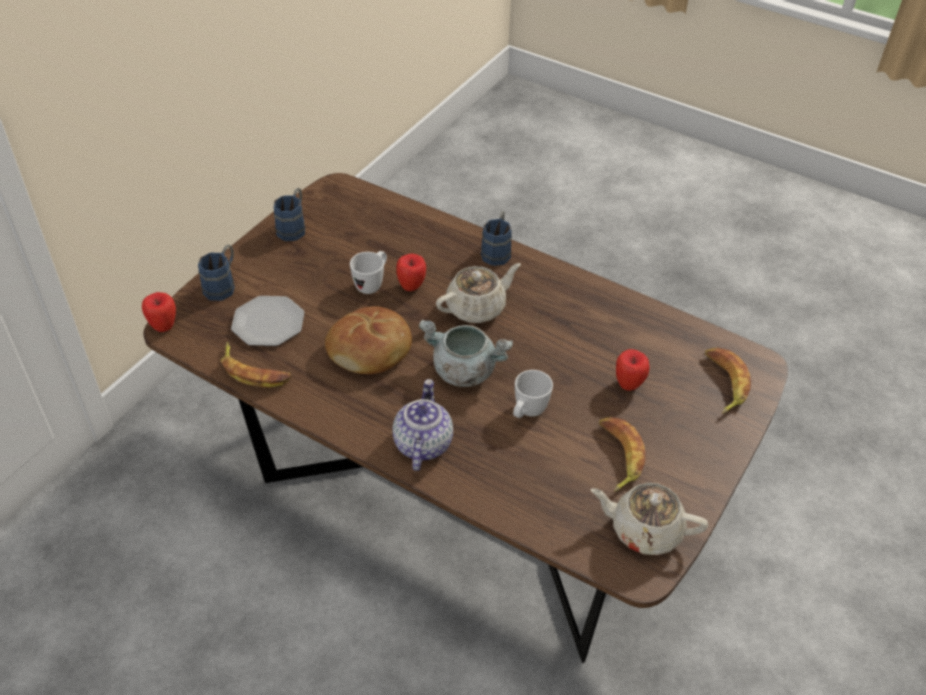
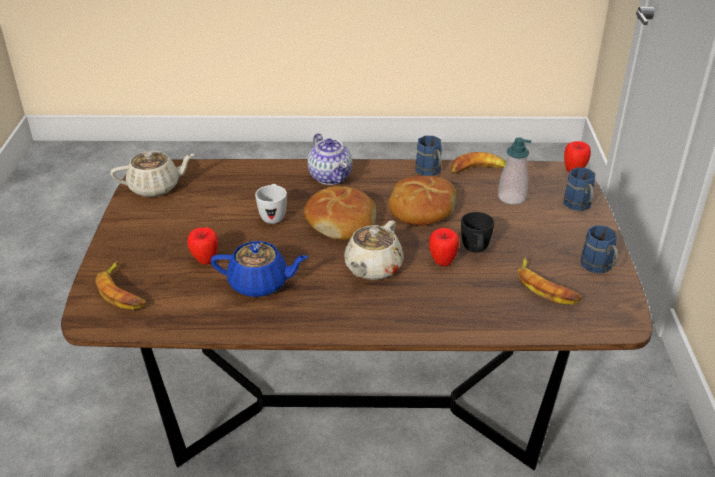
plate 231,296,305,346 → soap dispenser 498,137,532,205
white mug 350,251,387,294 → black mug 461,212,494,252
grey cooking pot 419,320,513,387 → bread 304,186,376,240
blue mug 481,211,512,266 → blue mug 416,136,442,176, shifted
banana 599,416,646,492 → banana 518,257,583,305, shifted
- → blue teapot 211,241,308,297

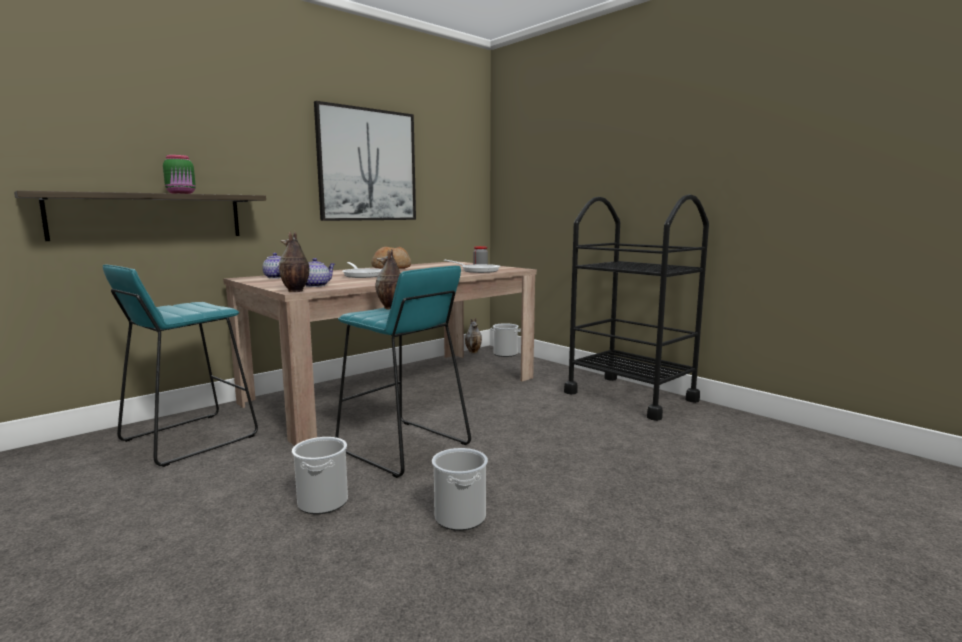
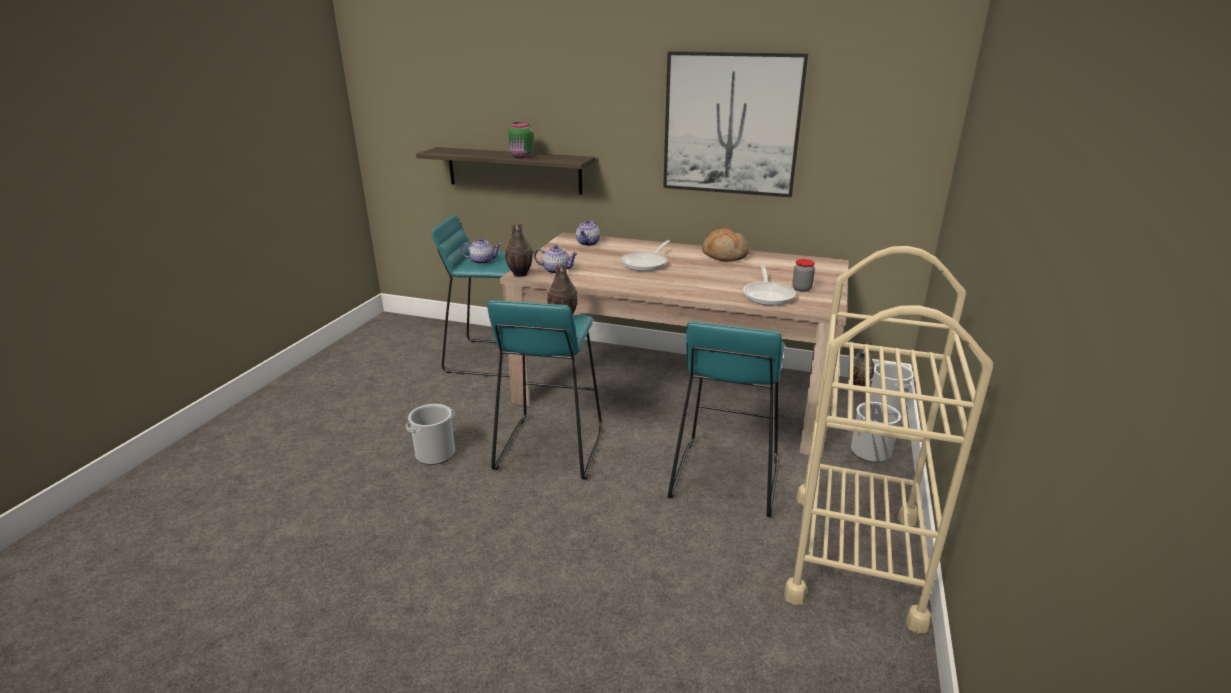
bucket 432,448,488,531 → bucket 851,402,901,463, shifted
black cart 564,194,709,421 → beige cart 784,246,993,634
- → teapot 460,238,501,264
- → turquoise stool 668,321,785,517

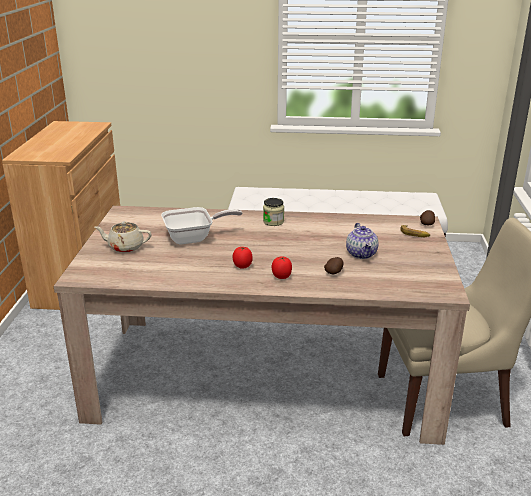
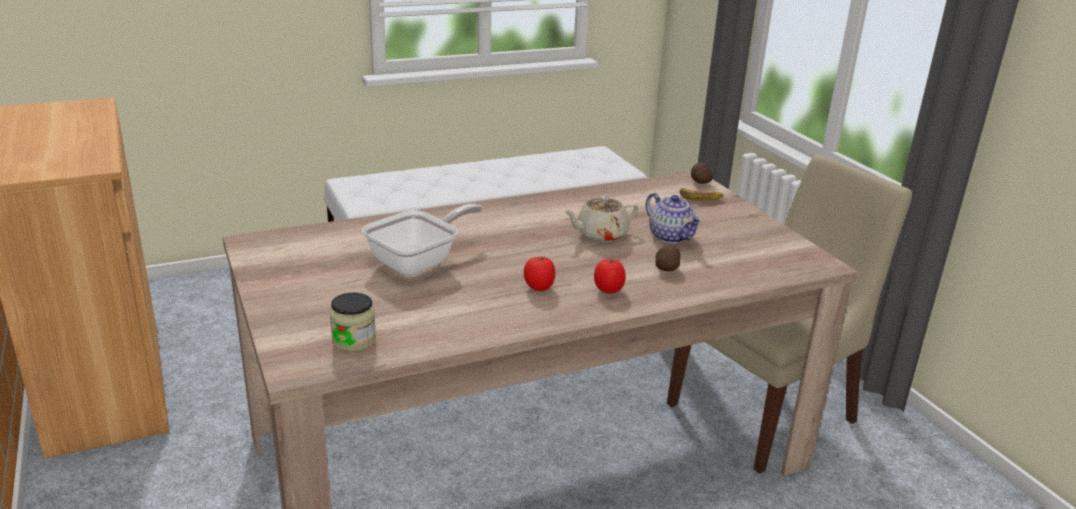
beige teapot 95,221,151,253 → beige teapot 563,196,639,242, shifted
jar 263,198,284,226 → jar 330,292,376,352, shifted

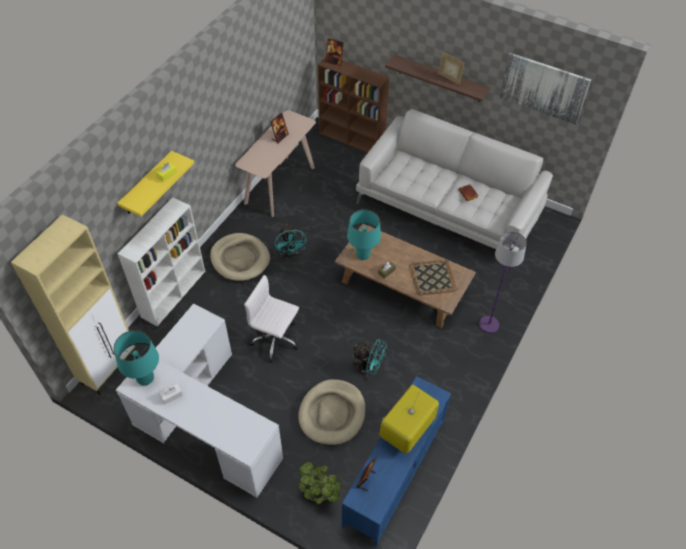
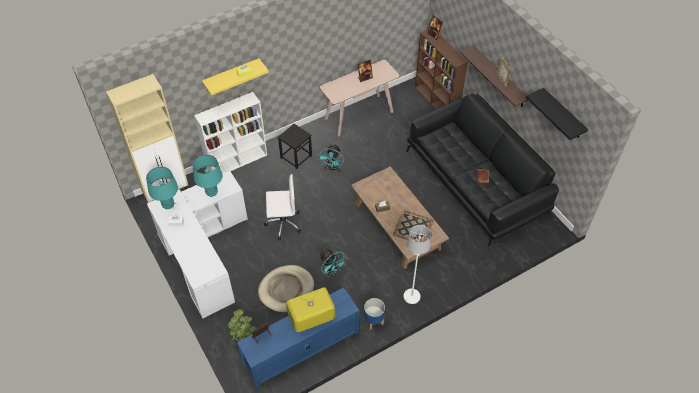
beige dog bed 210,233,270,281 → black stool 278,124,312,169
white office chair 244,275,299,362 → white office chair 264,174,301,240, 120 degrees clockwise
turquoise table lamp 347,209,381,260 → turquoise table lamp 192,155,223,197, shifted
white sofa 356,109,553,251 → black sofa 406,94,559,246
purple floor lamp 479,232,527,333 → -
picture 500,53,591,125 → black shelf 526,88,588,140
- → planter 364,298,385,330
- → white floor lamp 403,225,431,304

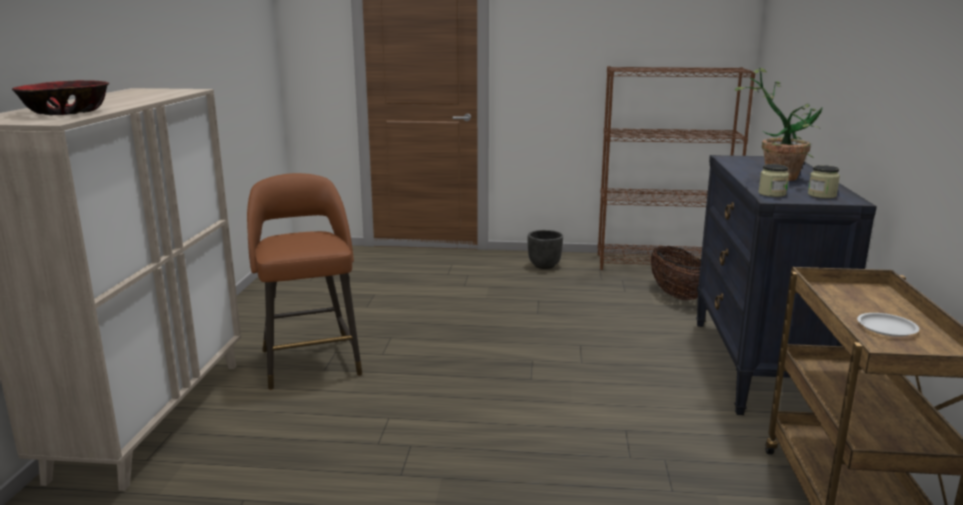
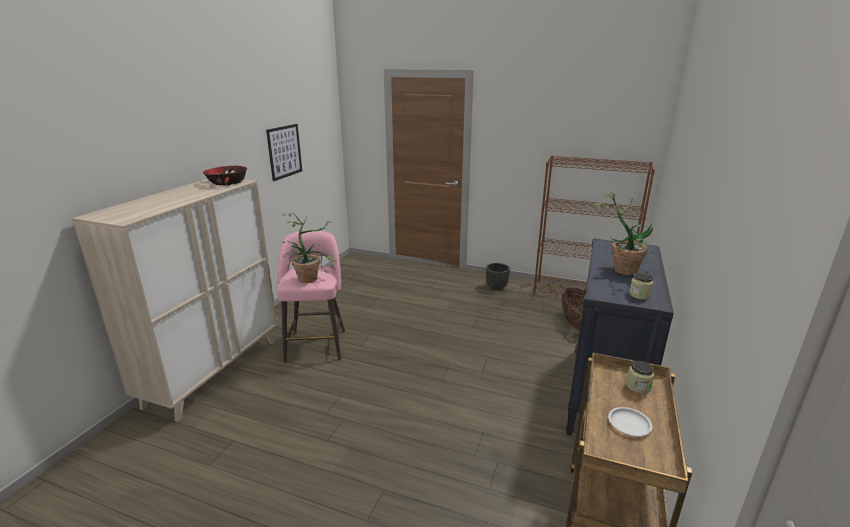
bowl 12,80,109,115 → bowl 203,166,247,186, shifted
brown stool 247,173,362,390 → pink stool 277,230,345,363
jar 758,164,789,197 → jar 626,361,654,394, shifted
- → picture 266,124,302,181
- → potted plant 282,213,336,283

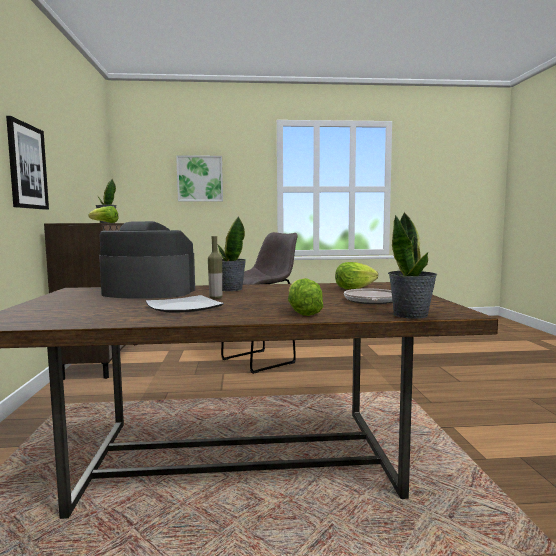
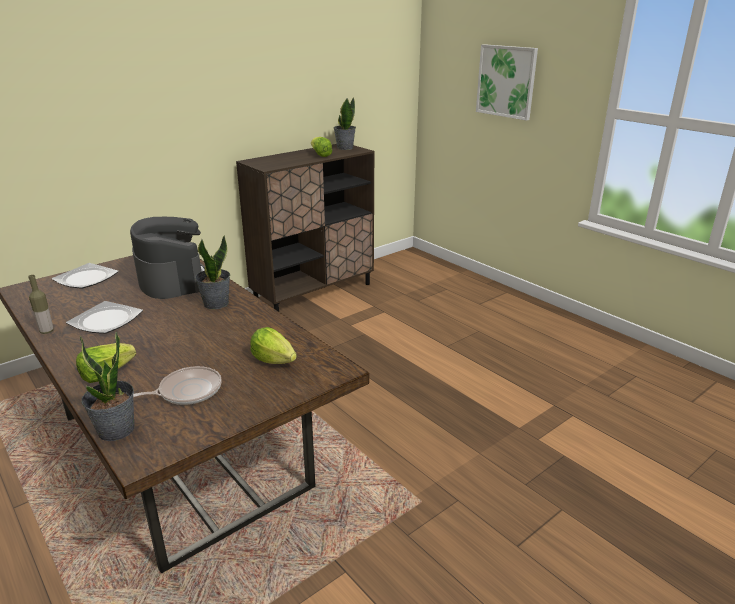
picture 6,116,49,210 → -
bottle 208,236,222,299 → bottle 28,275,54,334, shifted
grey stool 221,232,298,374 → -
- → plate 51,263,119,289

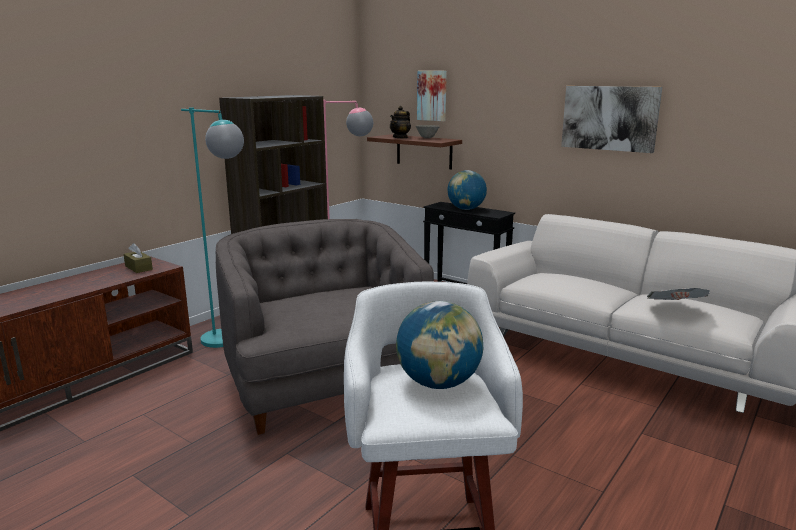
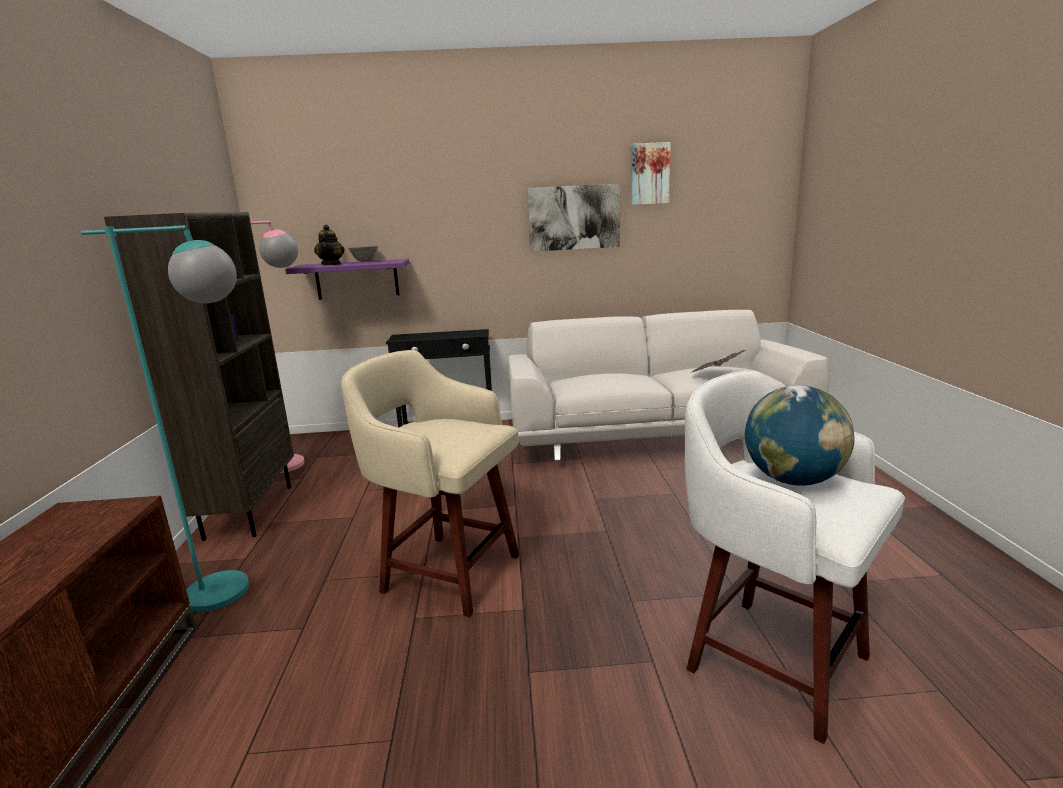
brown tissue box 124,243,153,273 → -
grey armchair 216,219,434,435 → beige stool 341,350,520,617
brown shelf 367,134,462,169 → purple shelf 285,259,409,300
picture 417,71,447,121 → picture 631,142,671,205, shifted
globe 447,170,487,210 → -

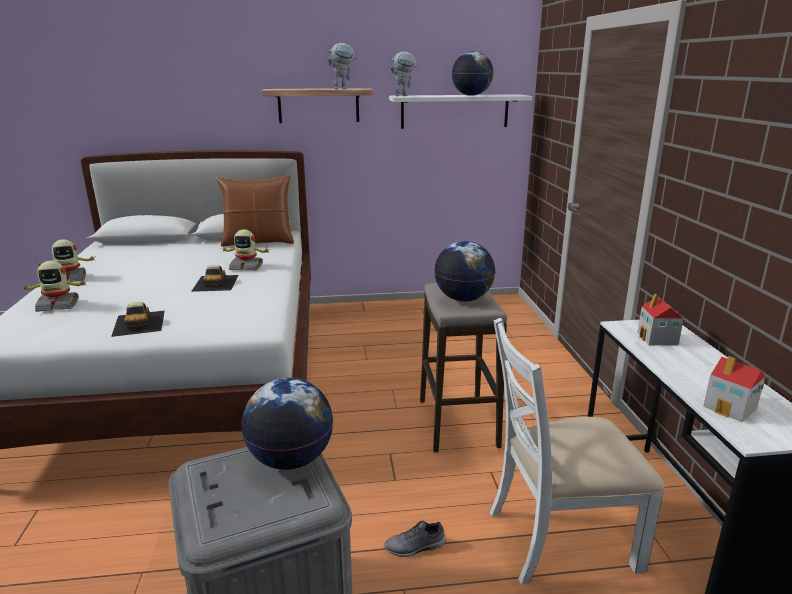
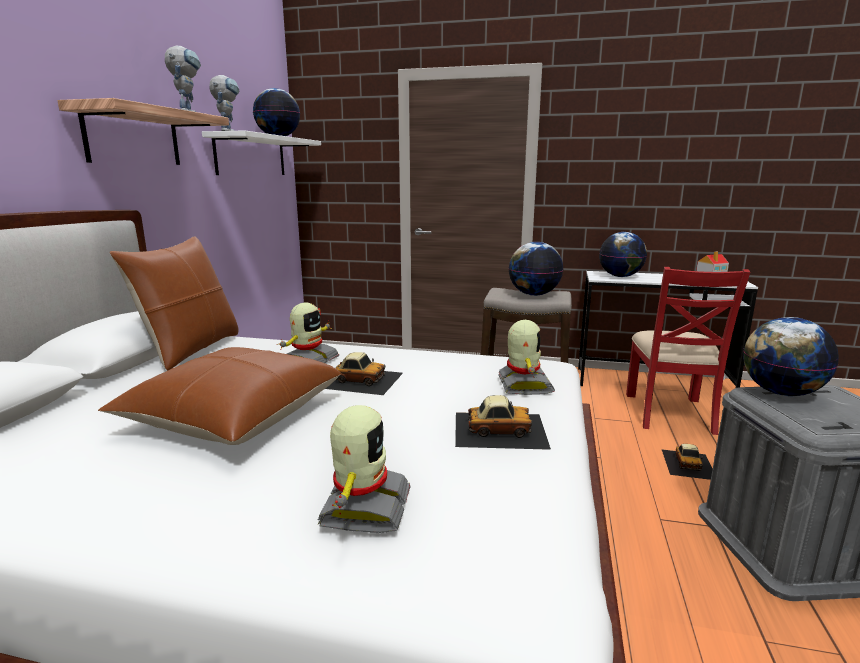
toy robot 34,239,95,282 → toy robot 498,320,555,395, shifted
grey shoe 384,521,446,557 → toy car 661,444,713,480
white chair 490,318,665,585 → red chair 626,267,750,435
toy house 637,293,684,345 → globe 599,232,647,277
- → brown pillow 98,347,341,445

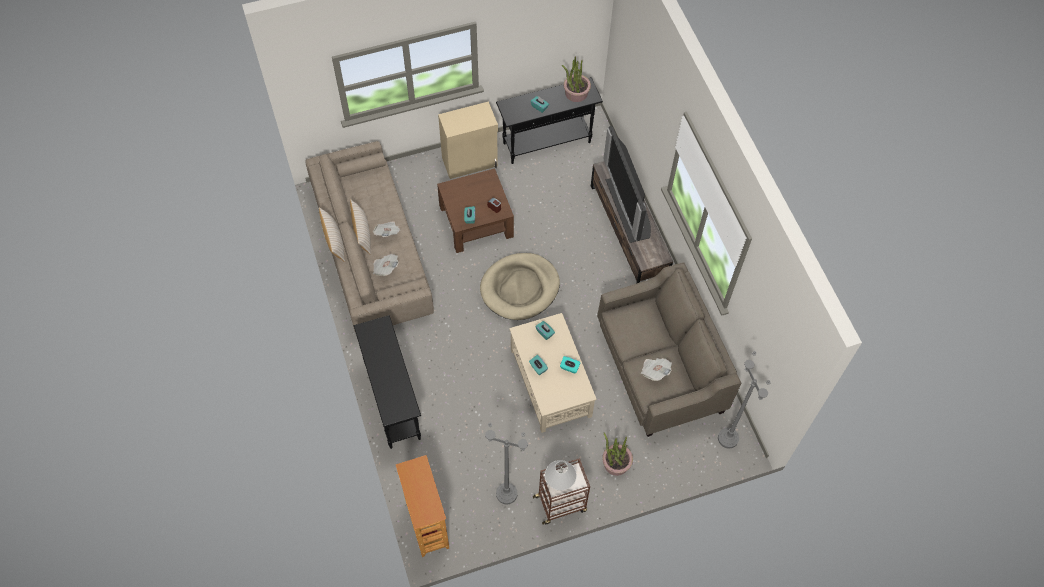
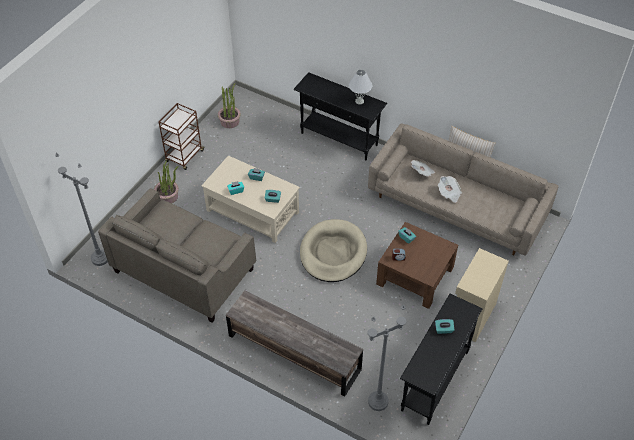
beige pillow 350,199,371,255 → -
bookcase 396,455,449,557 → -
grey floor lamp 485,423,528,504 → grey floor lamp 367,305,406,411, shifted
white table lamp 545,460,576,491 → white table lamp 349,69,372,105, shifted
potted plant 562,56,591,102 → potted plant 218,83,241,128, shifted
television 603,126,651,243 → -
newspaper 641,358,672,381 → -

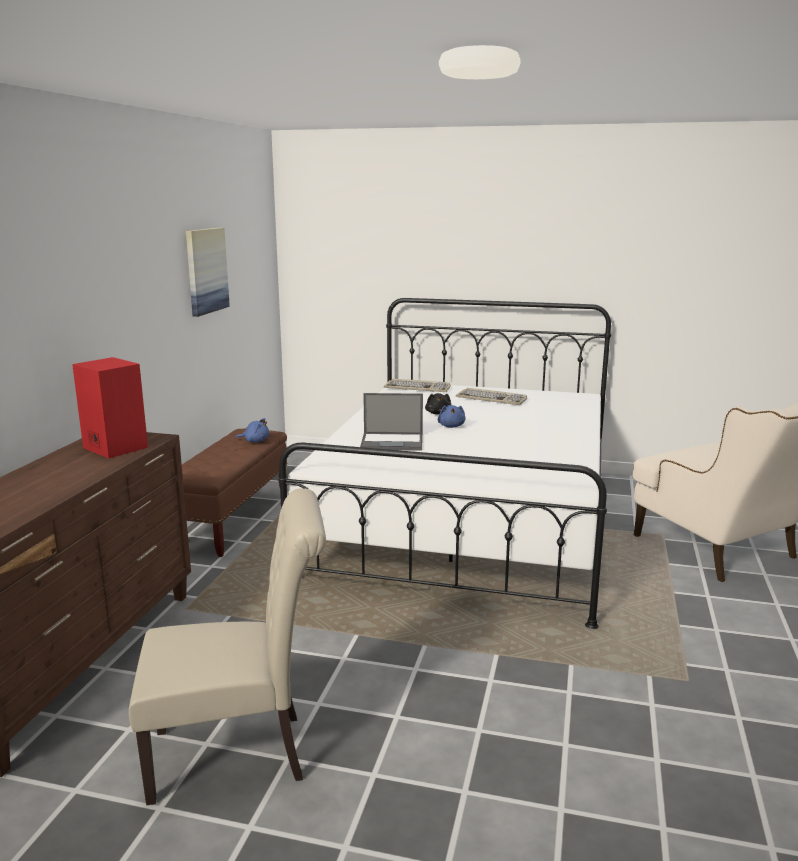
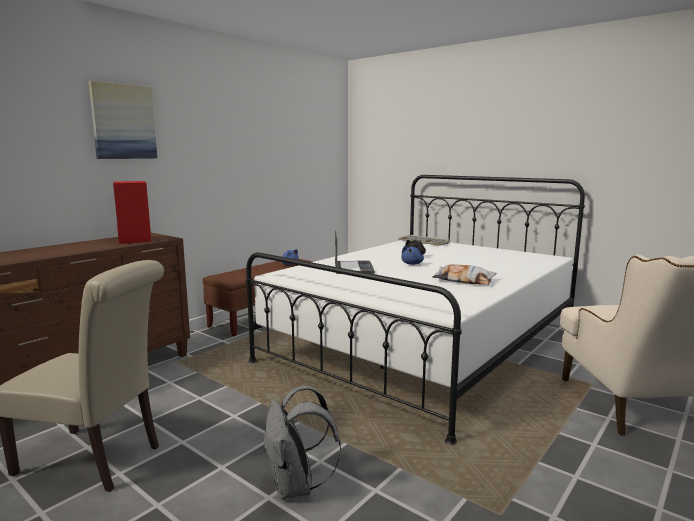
picture 186,228,230,317 → picture 88,81,157,159, shifted
laptop 360,393,423,451 → laptop 335,230,375,274, 120 degrees counterclockwise
keyboard 456,388,527,405 → -
- → grey backpack 264,385,341,499
- → pillow 432,264,497,285

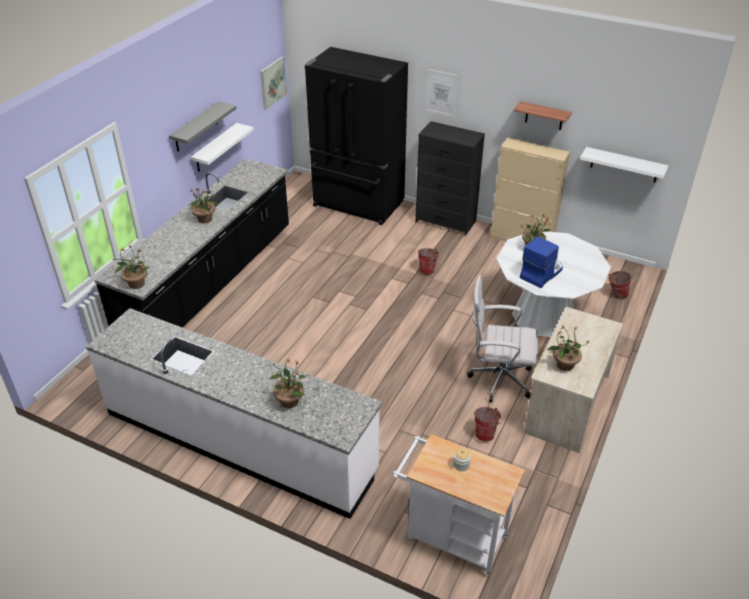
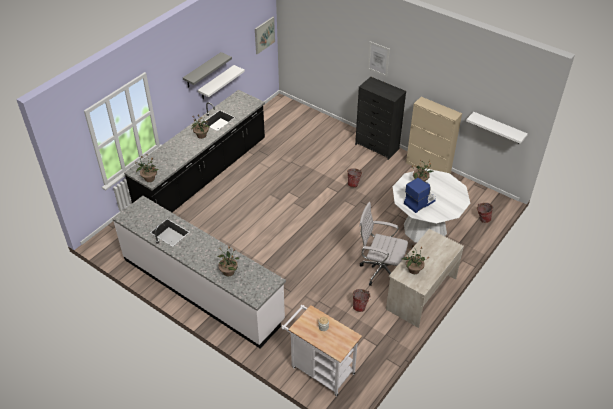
black fridge 305,47,408,225 → -
shelf 514,101,572,130 → -

